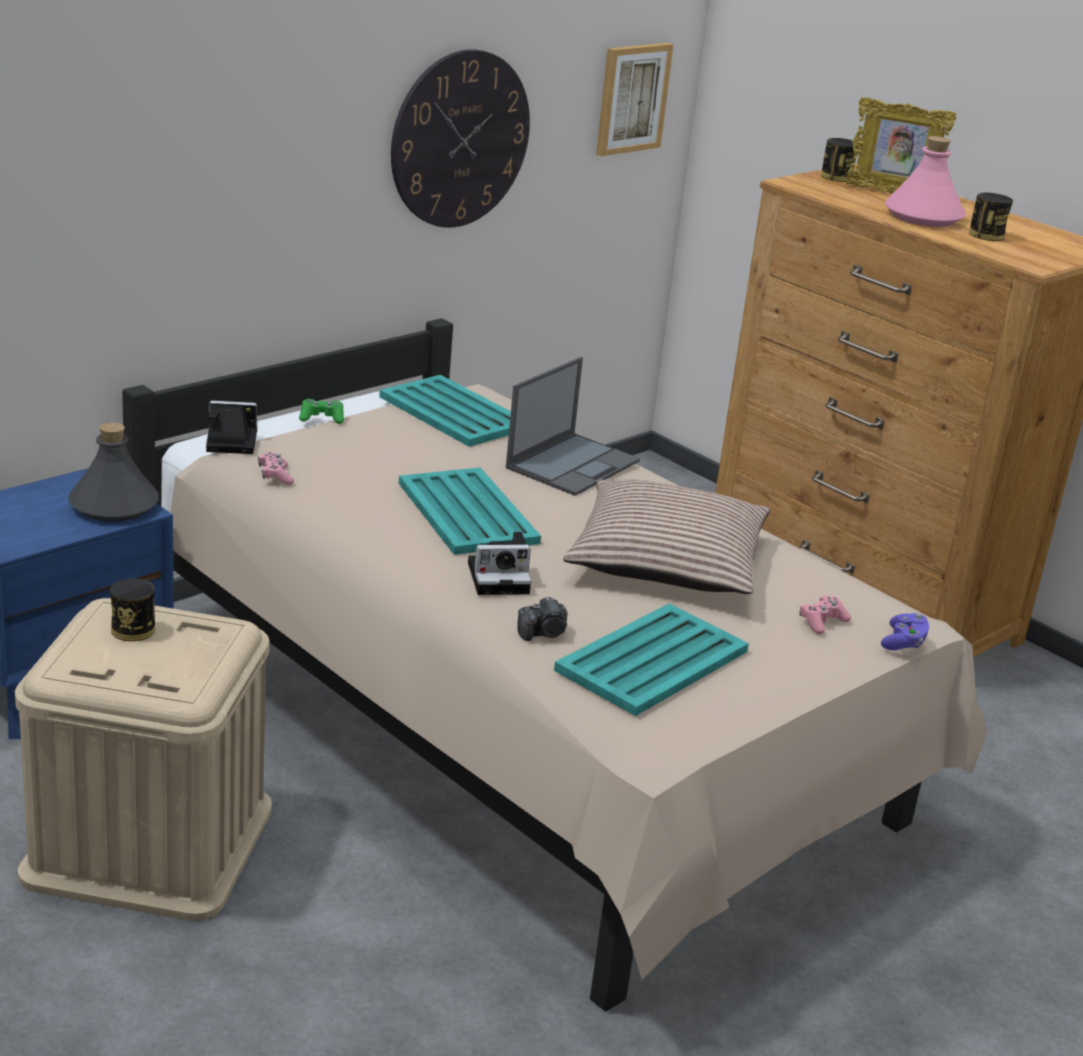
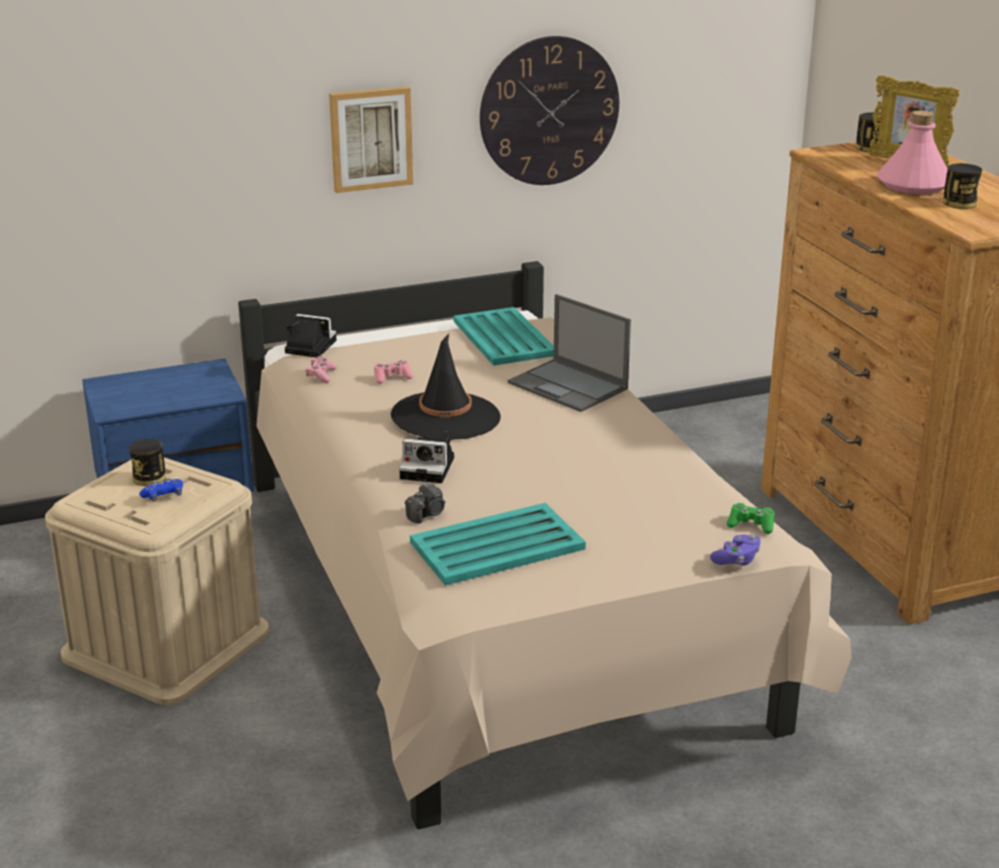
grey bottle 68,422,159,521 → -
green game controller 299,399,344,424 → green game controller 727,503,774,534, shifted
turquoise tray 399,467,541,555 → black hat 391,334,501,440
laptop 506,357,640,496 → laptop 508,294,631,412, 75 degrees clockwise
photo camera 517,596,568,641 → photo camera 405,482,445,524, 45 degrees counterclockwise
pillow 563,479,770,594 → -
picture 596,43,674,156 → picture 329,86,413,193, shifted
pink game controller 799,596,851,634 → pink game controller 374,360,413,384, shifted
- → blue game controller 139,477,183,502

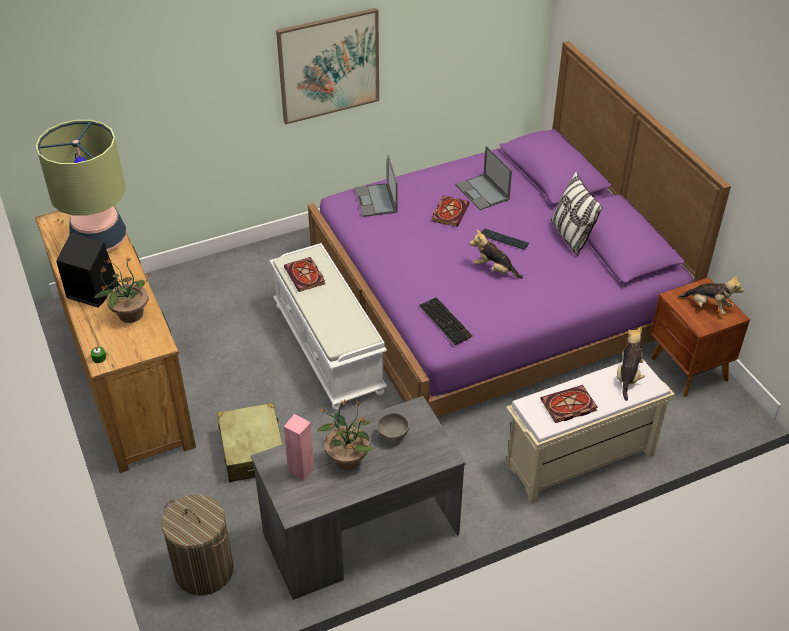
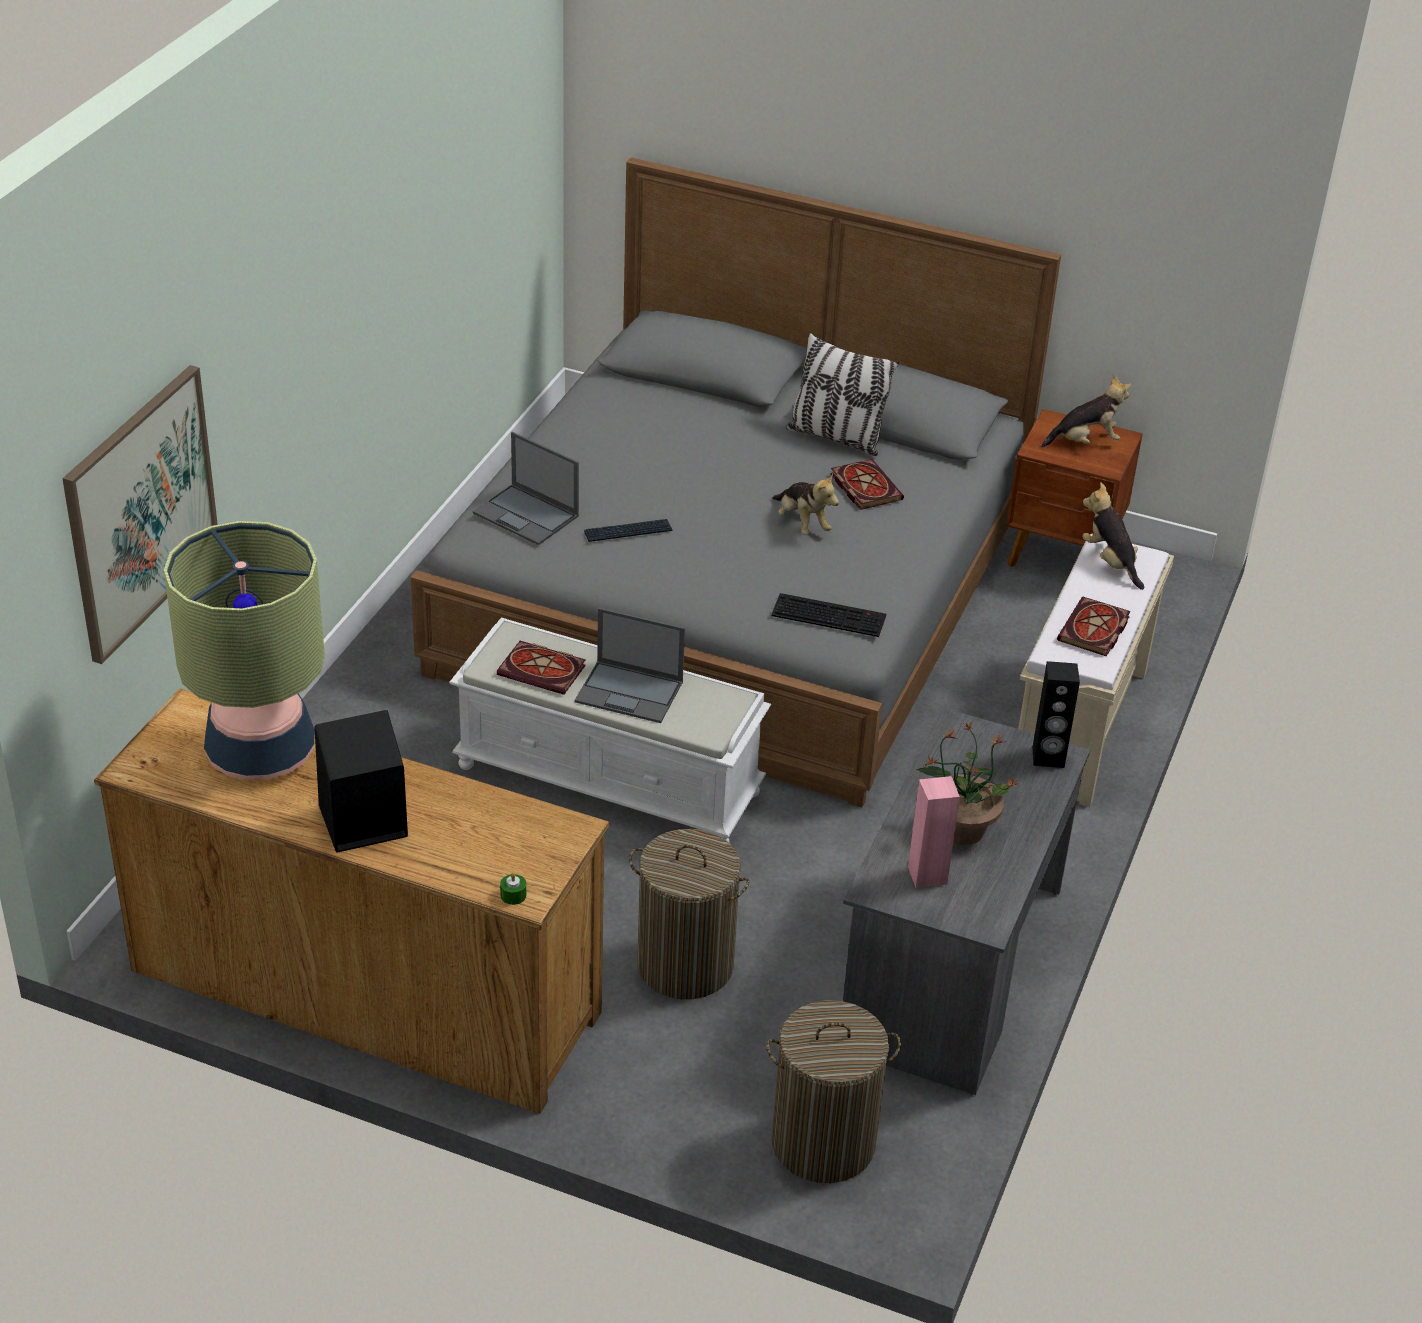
potted plant 94,256,150,323 → -
beige suitcase 217,403,282,482 → laundry basket 629,829,750,999
picture 276,8,379,125 → picture 62,365,218,664, shifted
purple bed 308,41,731,418 → grey bed 411,157,1061,808
grey bowl 377,412,409,442 → -
book 432,196,469,227 → book 830,459,904,510, shifted
laptop 455,146,512,210 → laptop 575,608,685,723, shifted
plush toy 469,230,523,279 → plush toy 772,474,839,535, 105 degrees counterclockwise
keyboard 481,229,529,250 → keyboard 584,519,673,542, shifted
- → black speaker 1032,661,1080,768

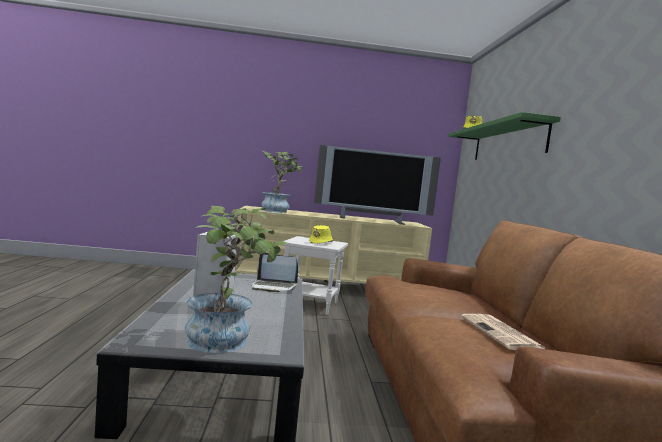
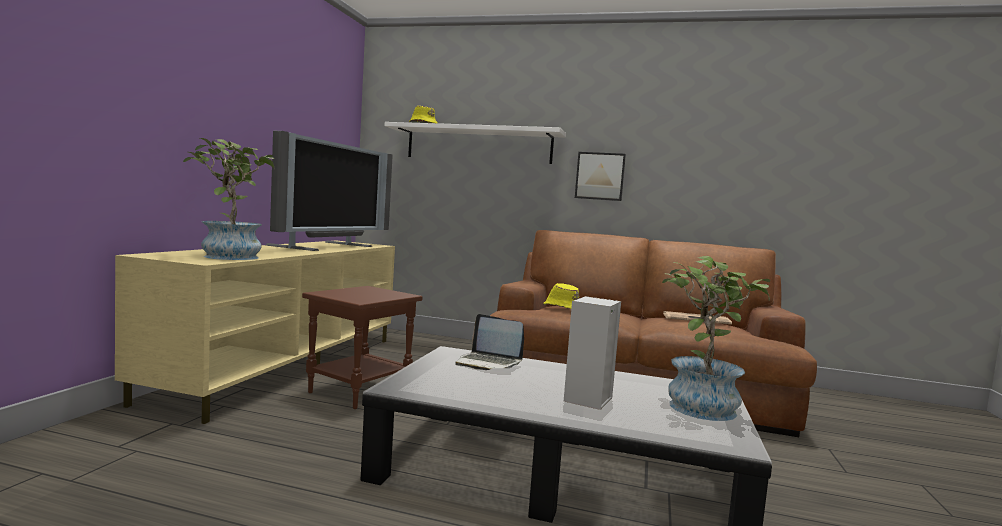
laptop 252,253,298,292 → laptop 455,314,524,370, 90 degrees clockwise
white side table 283,236,348,315 → brown side table 302,286,423,409
yellow hat 309,225,333,244 → yellow hat 543,283,579,309, shifted
green shelf 448,112,561,160 → white shelf 384,122,566,164
- → picture 575,152,626,201

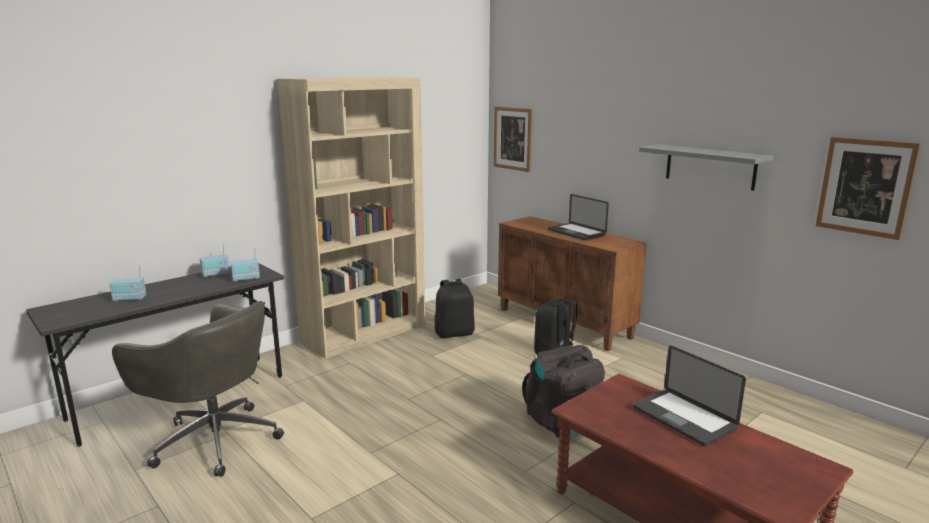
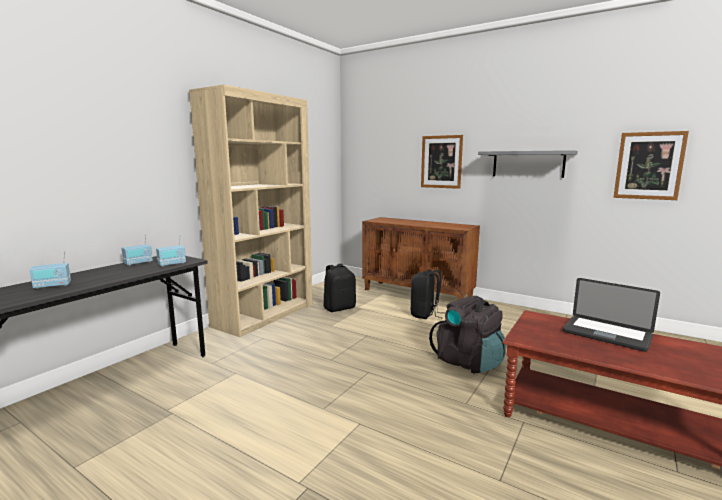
grey office chair 112,301,284,477 → -
picture 494,107,532,172 → picture 421,135,463,189, shifted
laptop 548,194,609,240 → -

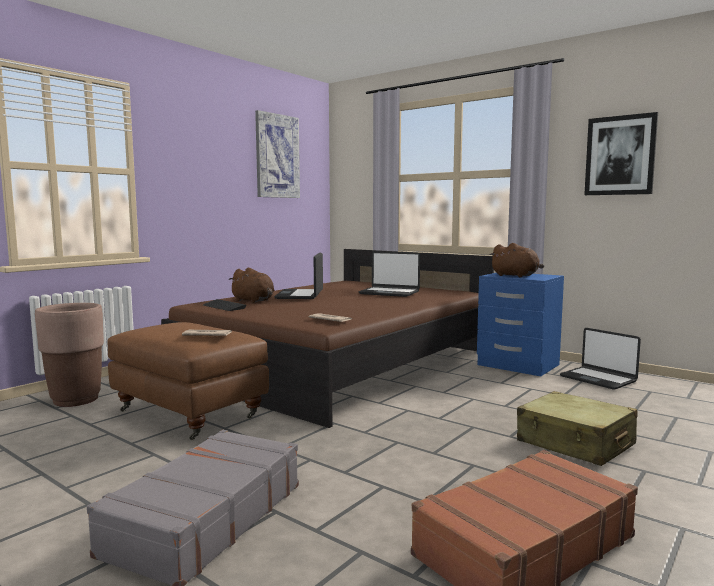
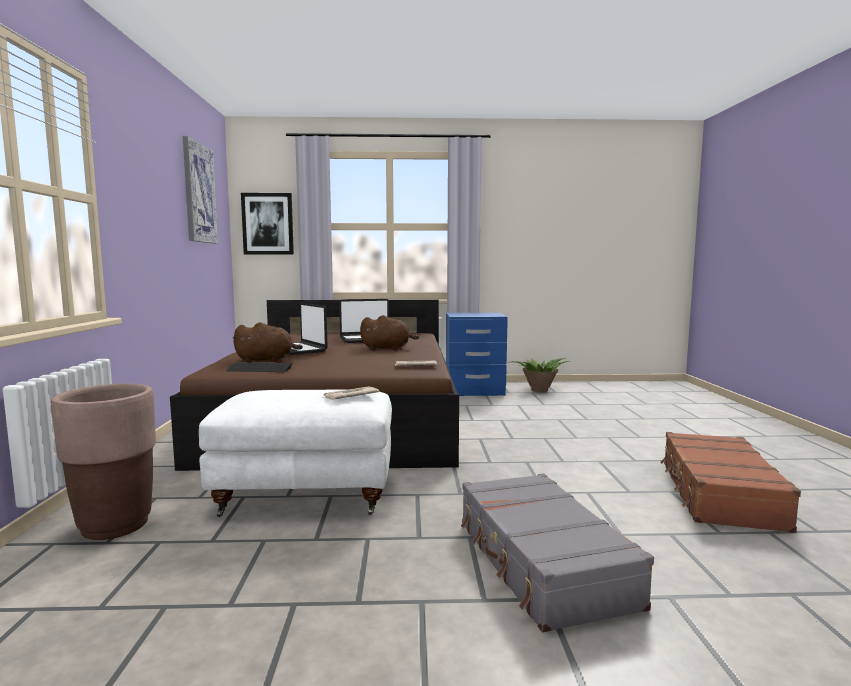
brown ottoman 107,322,269,440 → white ottoman 199,389,392,517
brown plush toy 490,243,544,277 → brown plush toy 360,315,419,350, shifted
beige suitcase 517,391,637,466 → -
laptop 560,328,641,390 → potted plant 511,358,570,392
picture 584,112,658,195 → picture 241,193,294,255, shifted

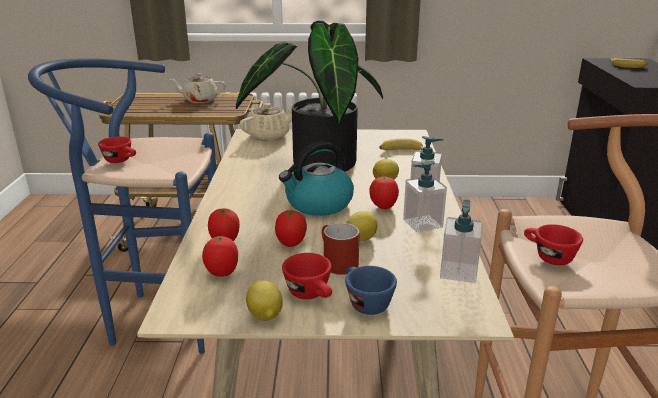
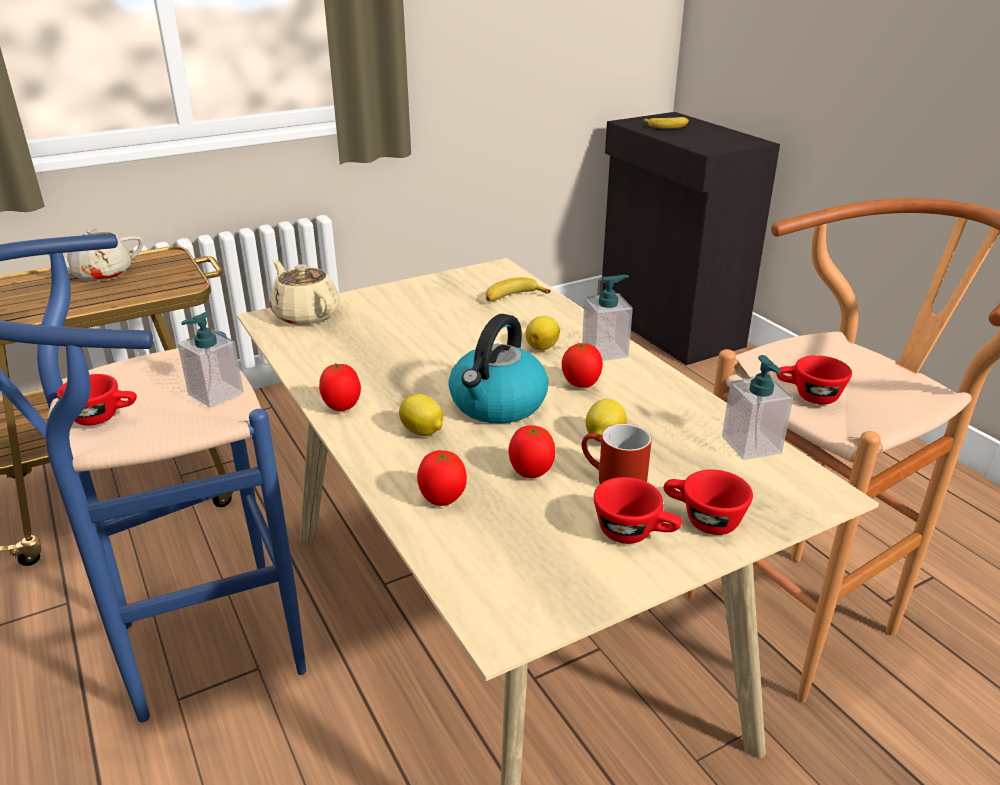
tomato 202,236,238,277 → tomato 319,363,361,411, shifted
potted plant 236,20,383,172 → -
beige teapot 240,103,292,141 → beige teapot 270,260,339,325, 60 degrees counterclockwise
lemon 246,281,283,321 → lemon 399,394,443,436, shifted
blue cup 345,266,397,315 → red cup 664,469,753,535
soap dispenser 403,161,447,232 → soap dispenser 177,312,244,408, shifted

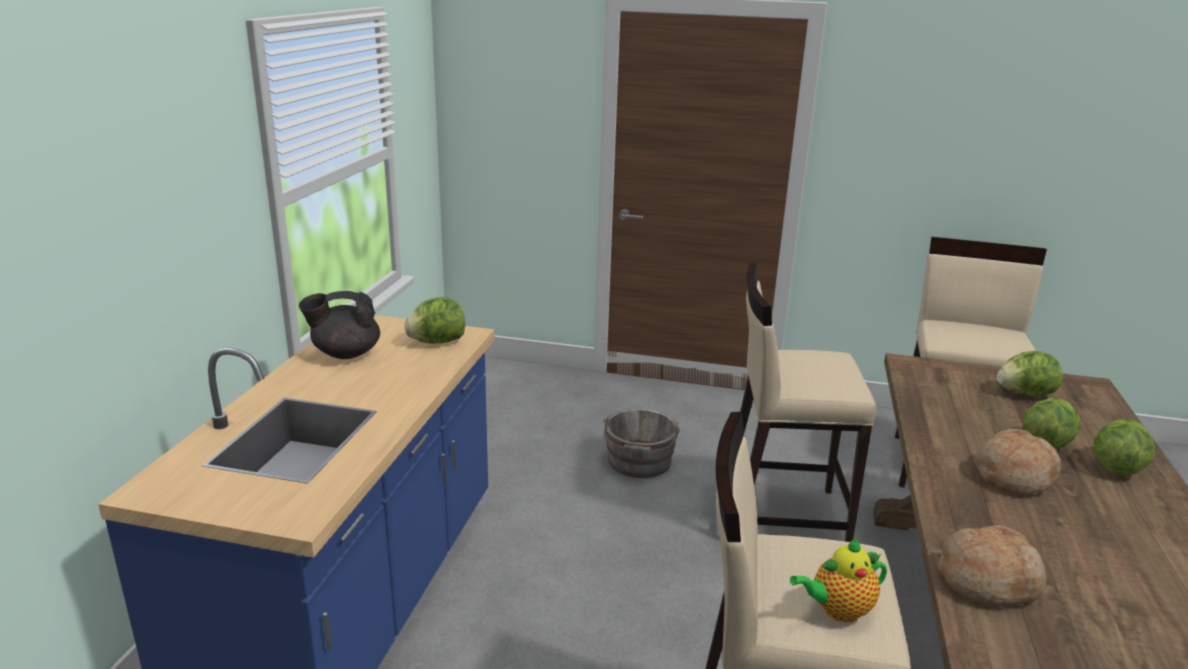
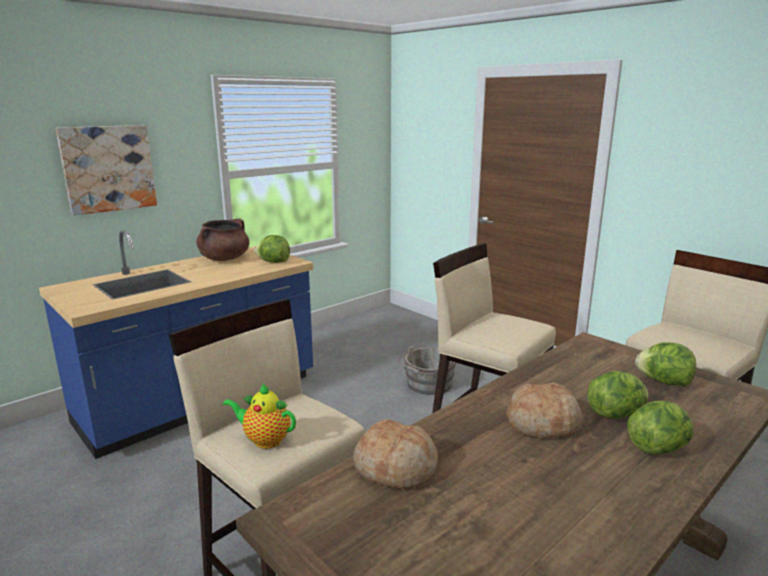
black teapot 299,291,380,359 → brown cooking pot 196,219,249,261
- → picture 56,125,157,216

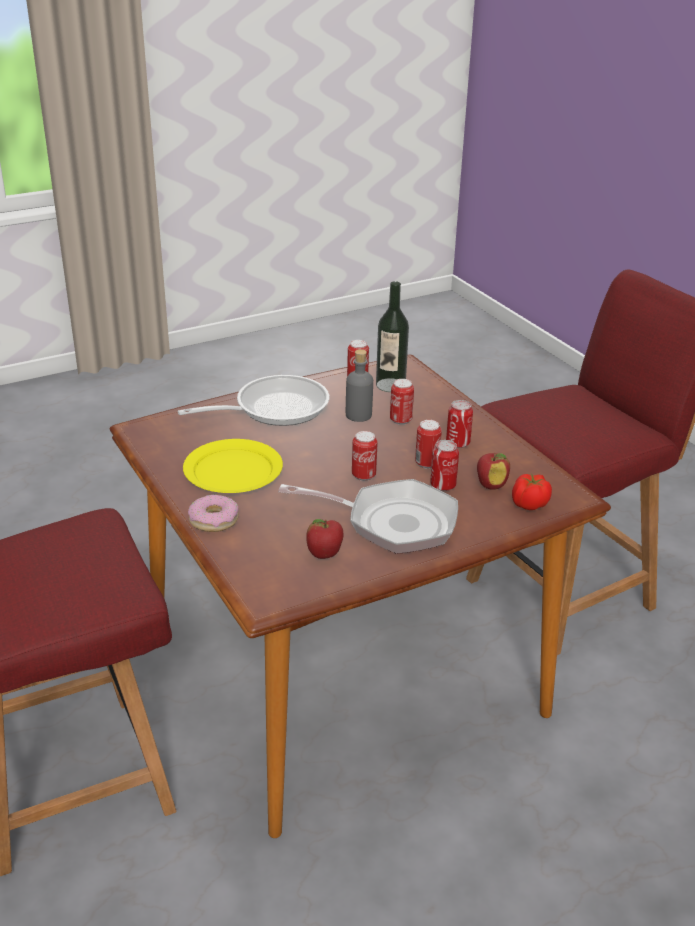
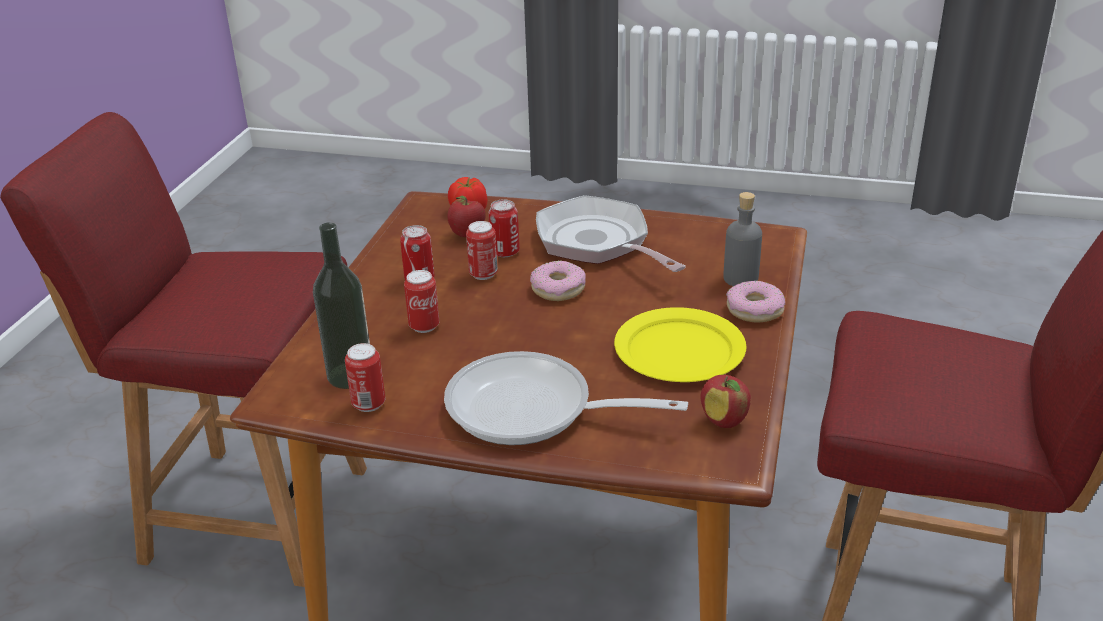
apple 306,519,343,559 → apple 700,375,751,428, shifted
grey bottle 346,349,373,422 → grey bottle 723,192,762,286, shifted
can 352,431,378,481 → donut 530,261,586,301

